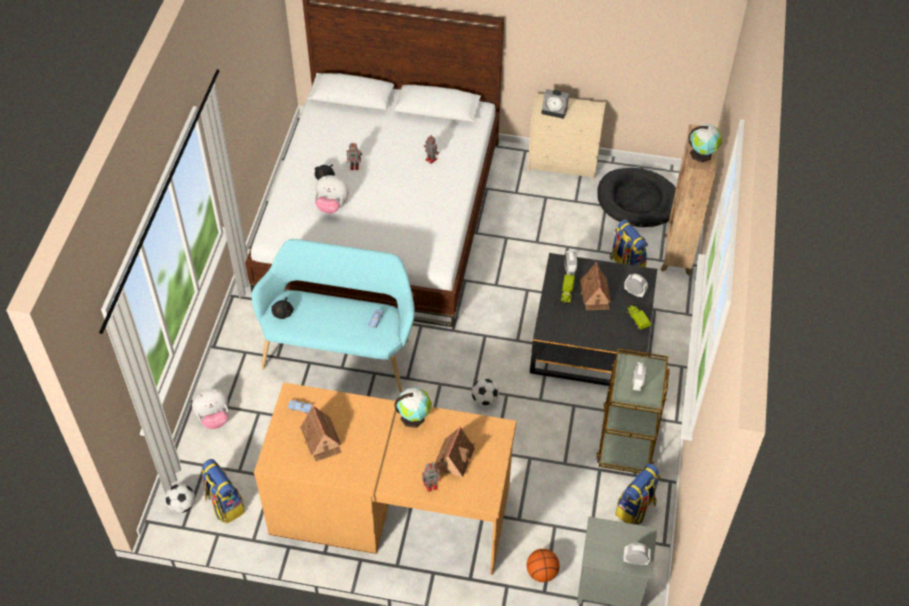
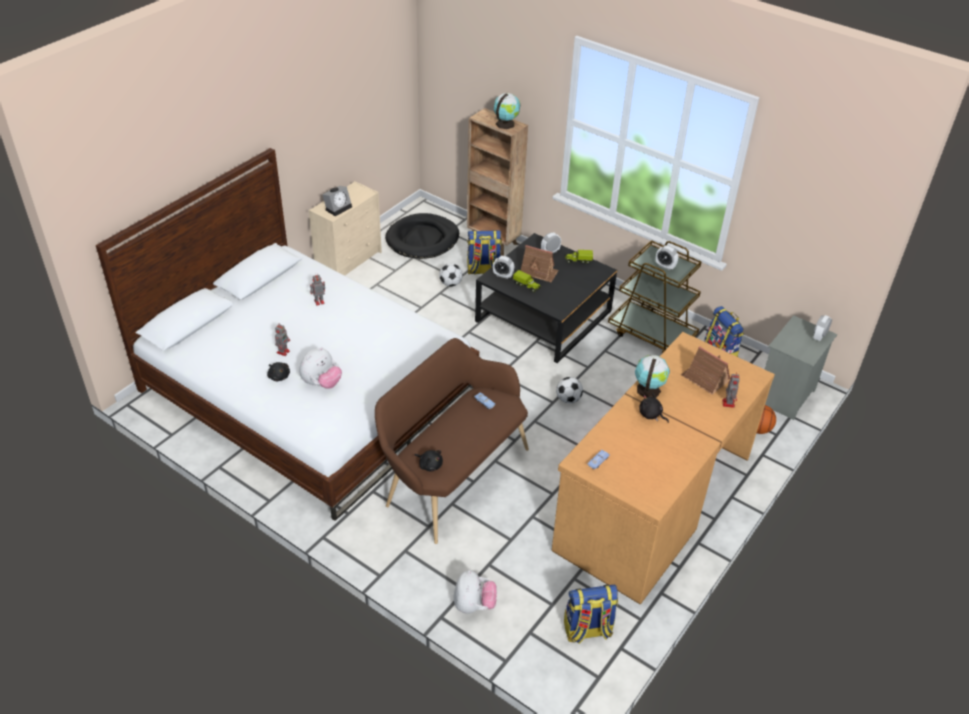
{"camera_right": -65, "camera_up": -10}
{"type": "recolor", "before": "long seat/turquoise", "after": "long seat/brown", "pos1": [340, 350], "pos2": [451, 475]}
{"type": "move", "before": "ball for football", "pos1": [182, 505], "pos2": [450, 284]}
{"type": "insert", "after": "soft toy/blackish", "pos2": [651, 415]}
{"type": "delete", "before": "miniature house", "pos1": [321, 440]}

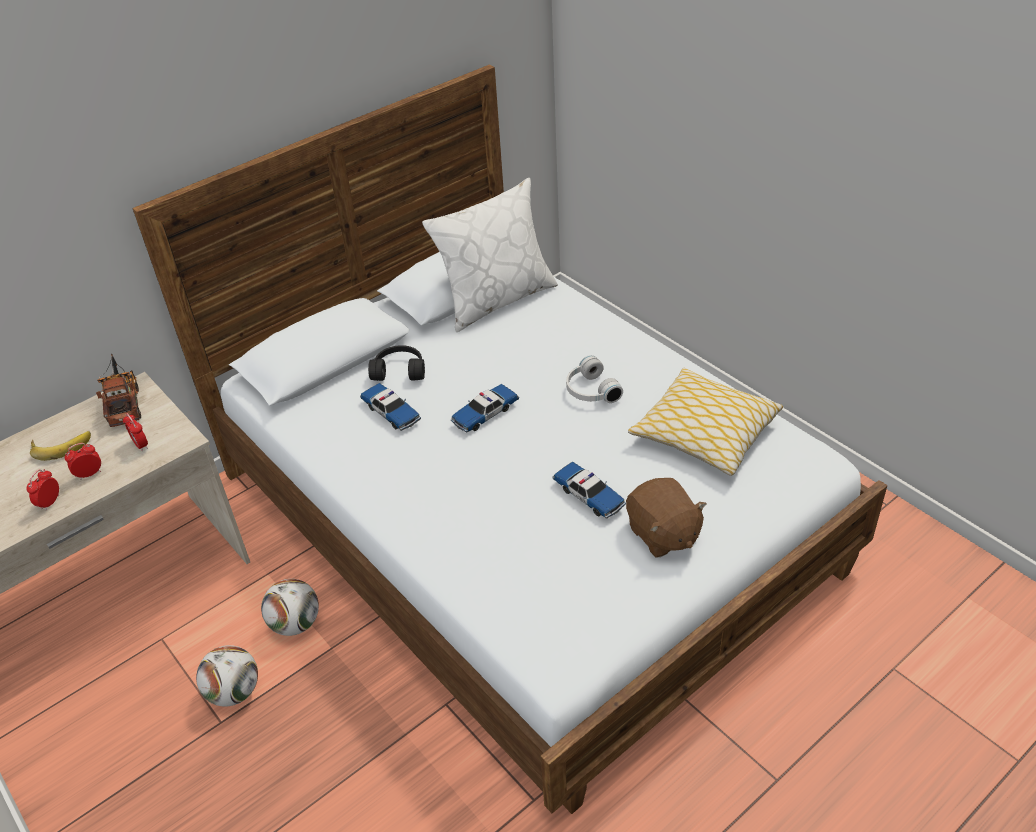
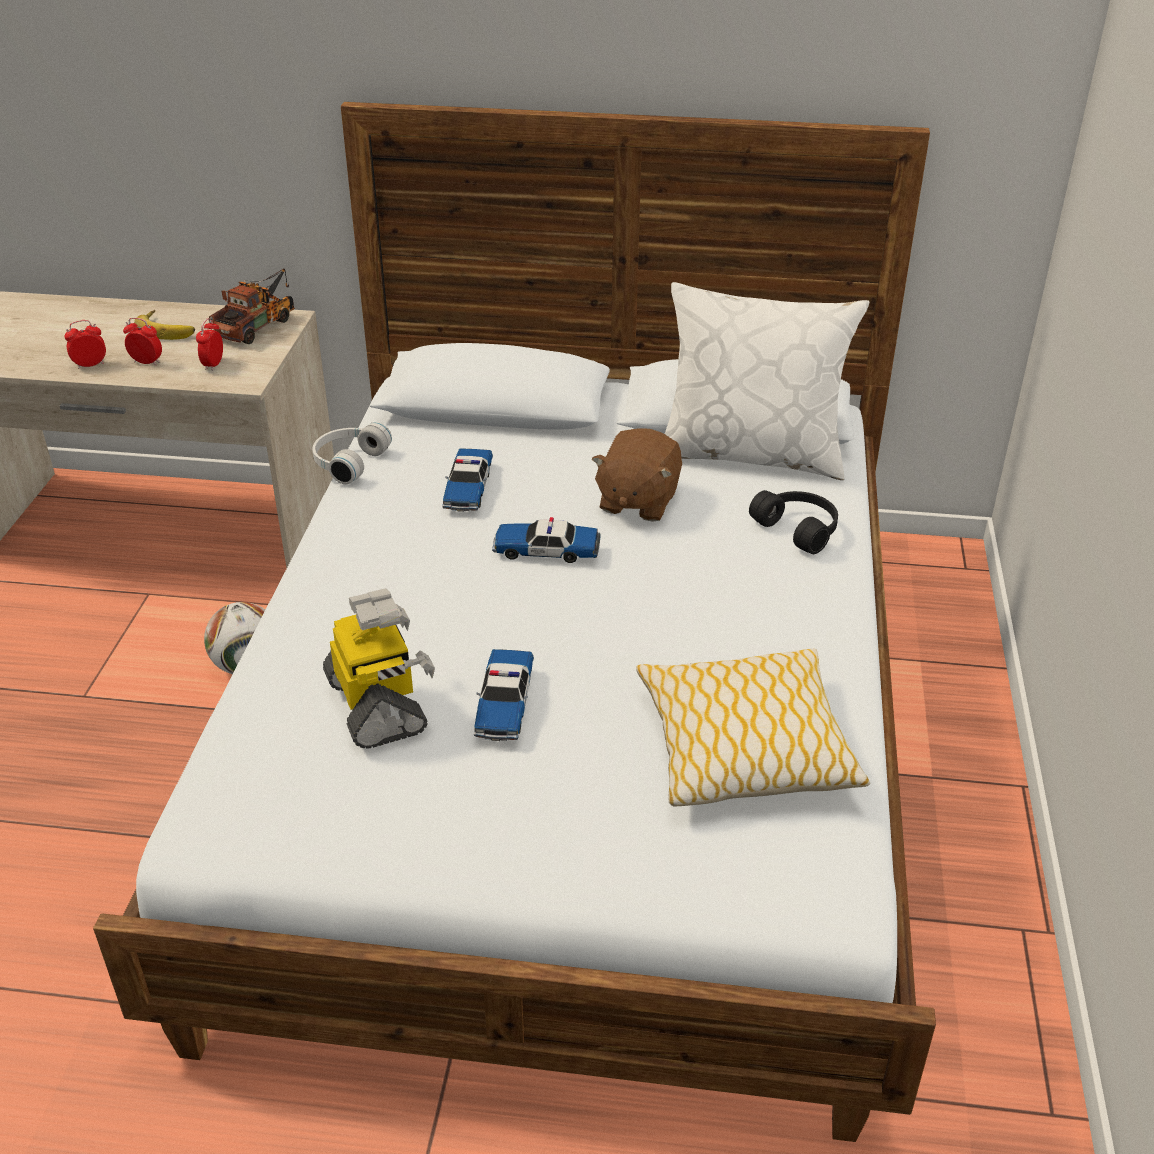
{"camera_right": 45, "camera_up": -5}
{"type": "move", "before": "headset/whitish", "pos1": [590, 391], "pos2": [347, 462]}
{"type": "insert", "after": "robot figure", "pos2": [378, 705]}
{"type": "move", "before": "soft toy/brown", "pos1": [662, 534], "pos2": [637, 501]}
{"type": "move", "before": "headset/blackish", "pos1": [399, 370], "pos2": [799, 529]}
{"type": "delete", "before": "ball for football", "pos1": [234, 691]}

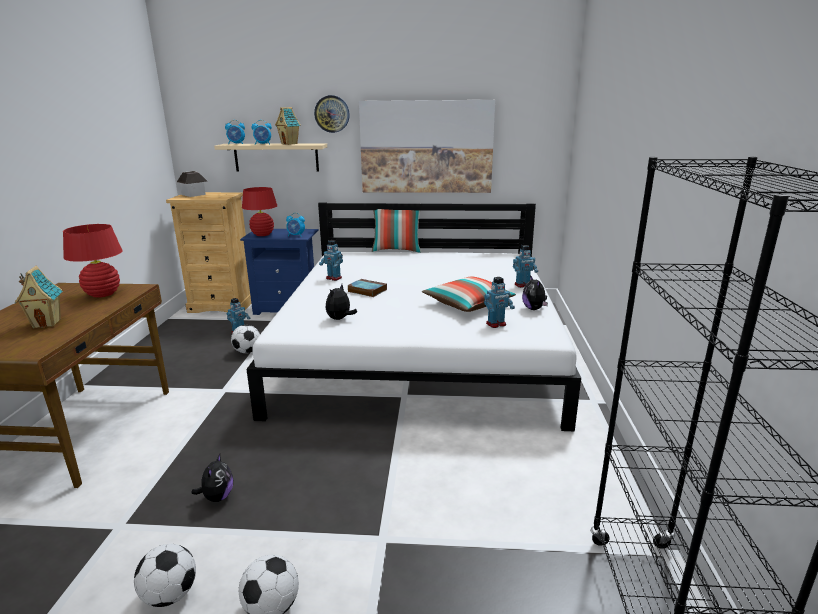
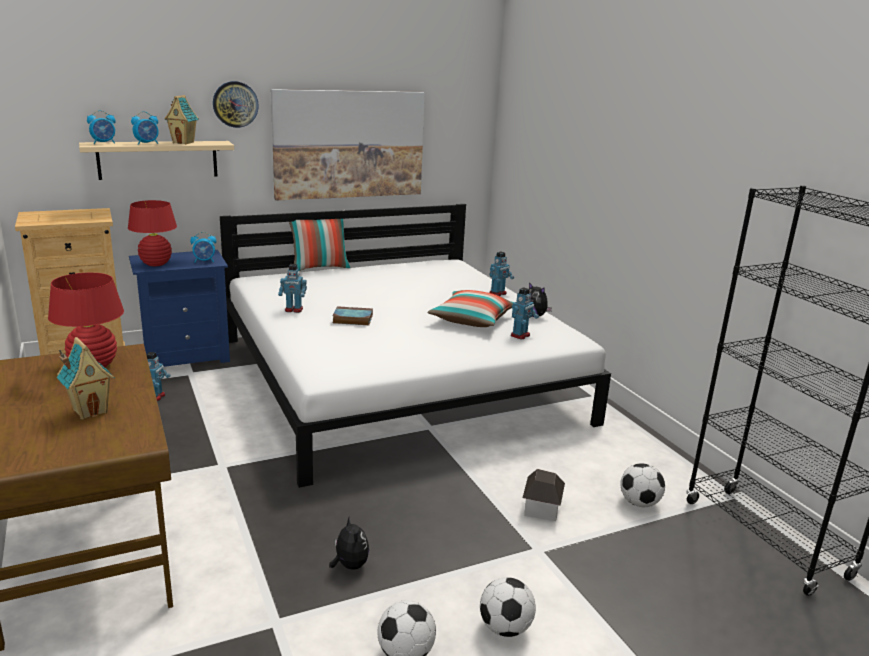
{"camera_right": -30, "camera_up": 0}
{"type": "move", "before": "miniature house", "pos1": [194, 194], "pos2": [541, 509]}
{"type": "move", "before": "ball for football", "pos1": [247, 351], "pos2": [639, 503]}
{"type": "delete", "before": "soft toy", "pos1": [340, 319]}

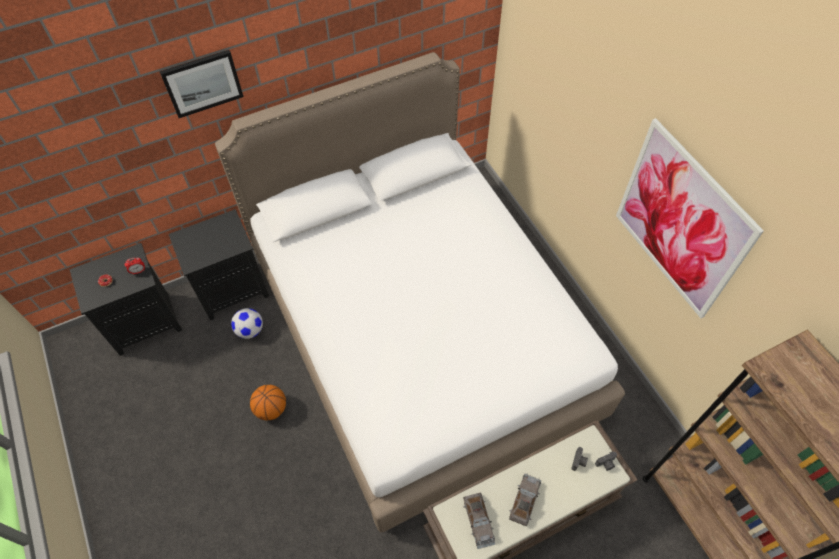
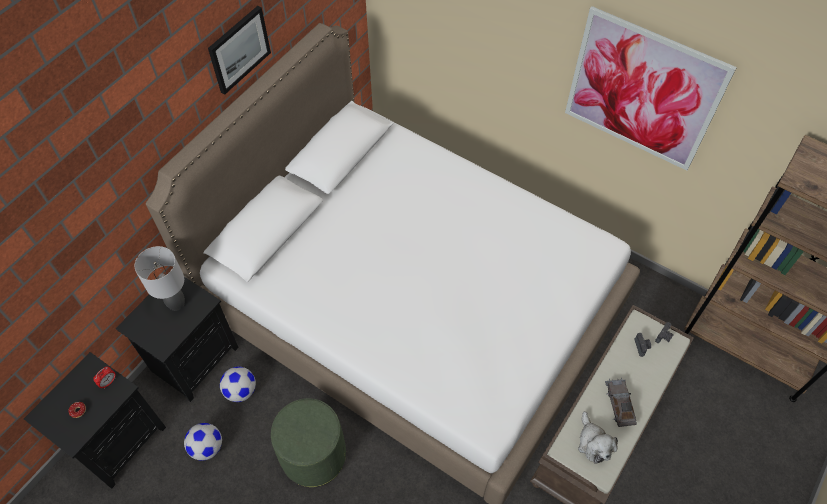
{"camera_right": -30, "camera_up": 0}
{"type": "insert", "after": "lamp for a table/grey", "pos2": [177, 304]}
{"type": "insert", "after": "ball for football", "pos2": [207, 447]}
{"type": "move", "before": "picture", "pos1": [202, 83], "pos2": [239, 49]}
{"type": "replace", "before": "basketball ball", "after": "pouffe/green-coloured", "pos1": [271, 409], "pos2": [314, 455]}
{"type": "replace", "before": "model car/grey", "after": "soft toy", "pos1": [478, 521], "pos2": [593, 443]}

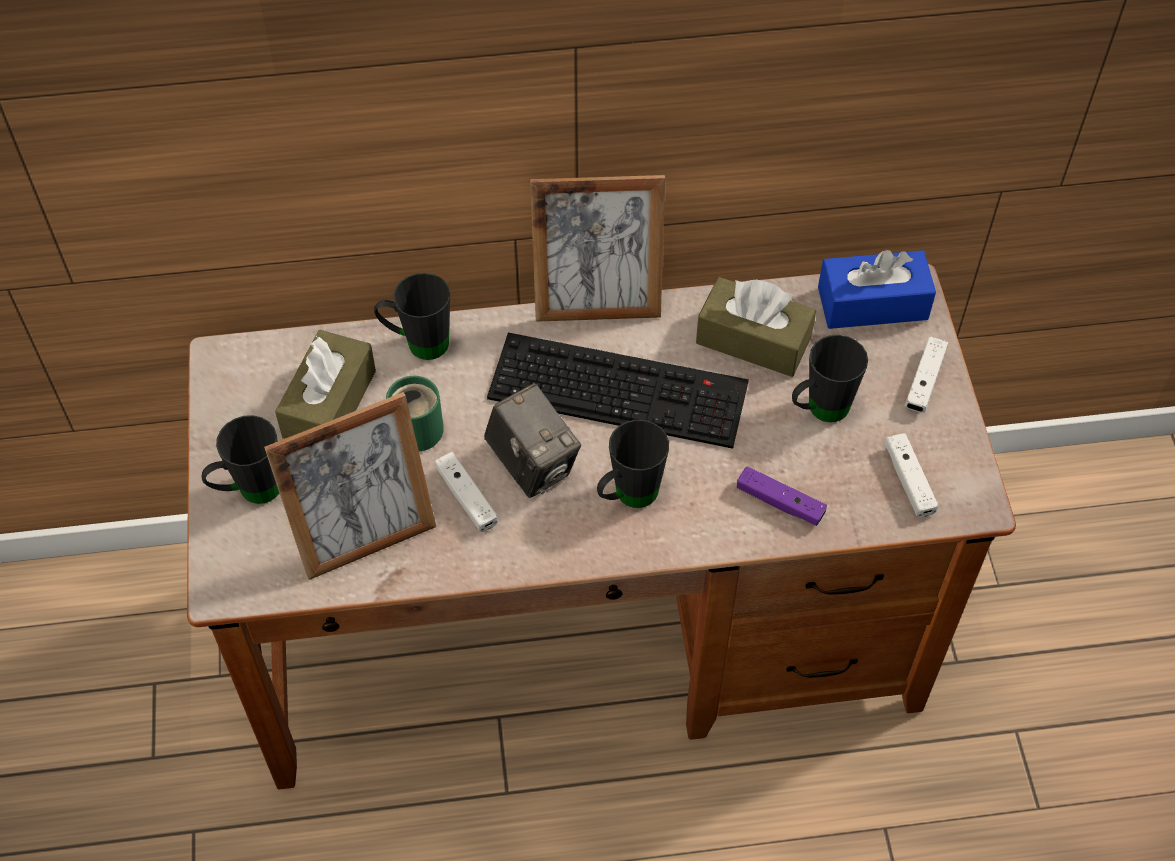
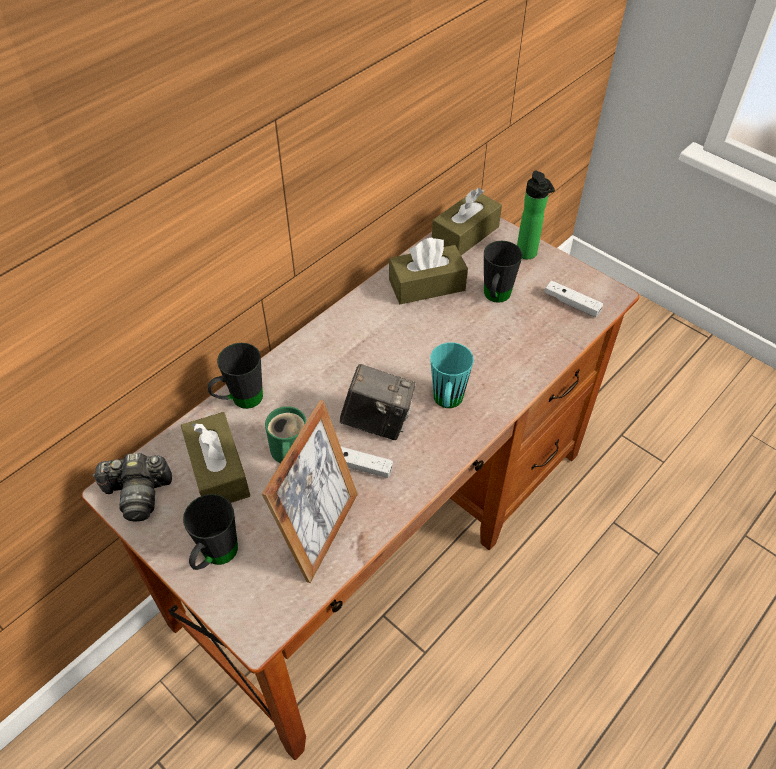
{"camera_right": -40, "camera_up": -5}
{"type": "insert", "after": "photo camera", "pos2": [138, 494]}
{"type": "recolor", "before": "tea mug/blackish", "after": "tea mug/turquoise", "pos1": [628, 497], "pos2": [447, 403]}
{"type": "recolor", "before": "box of tissues/blue-coloured", "after": "box of tissues/brown", "pos1": [872, 303], "pos2": [465, 234]}
{"type": "replace", "before": "joypad/whitish", "after": "bottle", "pos1": [924, 381], "pos2": [528, 255]}
{"type": "delete", "before": "computer keyboard", "pos1": [621, 389]}
{"type": "delete", "before": "photo frame", "pos1": [597, 304]}
{"type": "delete", "before": "joypad/purple-coloured", "pos1": [780, 502]}

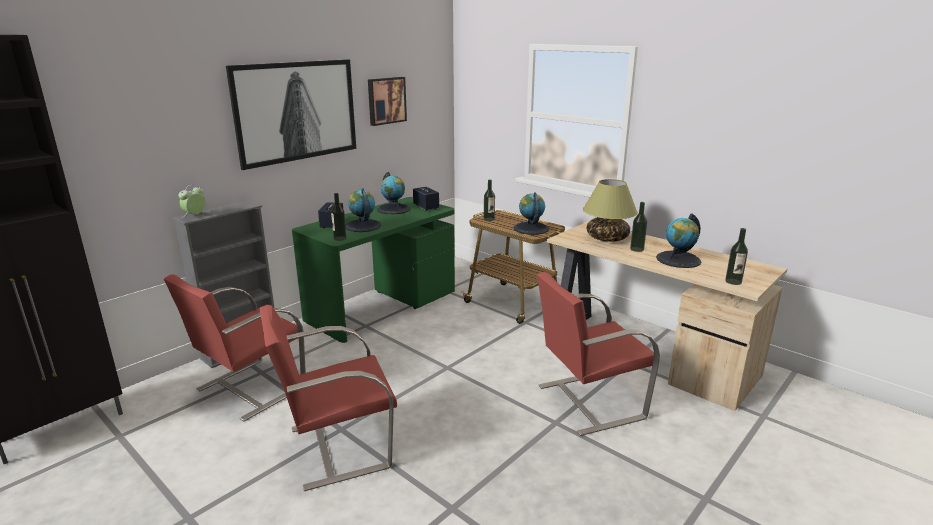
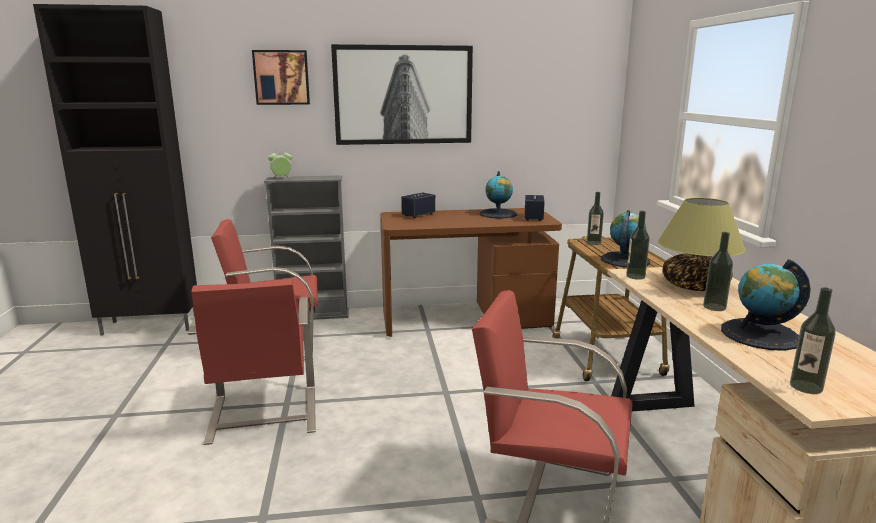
{"camera_right": 40, "camera_up": -5}
{"type": "rotate", "before": "upright chair/red-coloured", "pos1": [337, 447], "pos2": [262, 415], "turn": -120}
{"type": "move", "before": "picture", "pos1": [386, 100], "pos2": [281, 77]}
{"type": "recolor", "before": "desk/green-coloured", "after": "desk/brown", "pos1": [382, 306], "pos2": [466, 318]}
{"type": "move", "before": "bottle", "pos1": [340, 238], "pos2": [635, 276]}
{"type": "delete", "before": "globe", "pos1": [362, 226]}

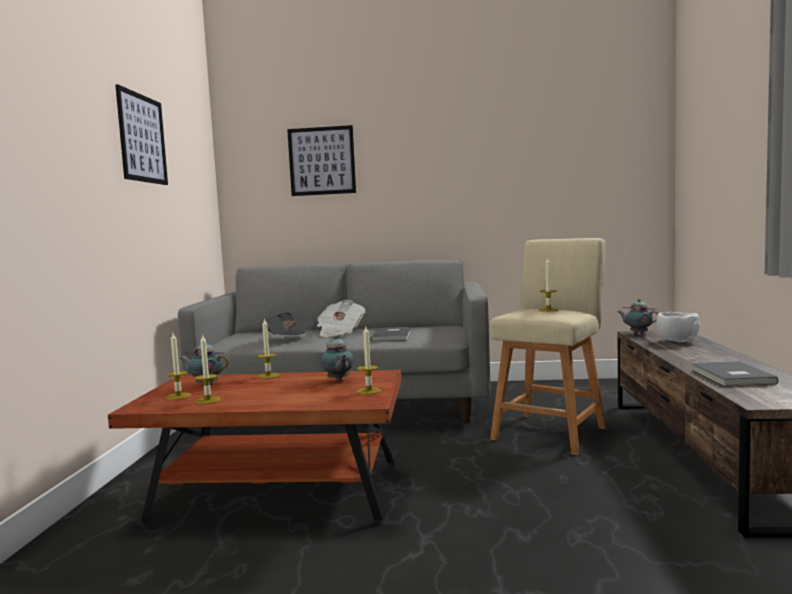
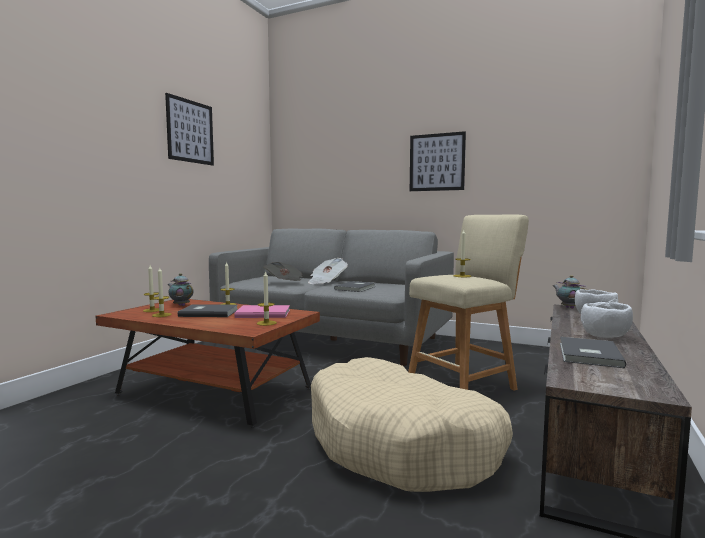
{"camera_right": 20, "camera_up": 0}
{"type": "insert", "after": "book/grey", "pos2": [208, 312]}
{"type": "replace", "before": "pot for tea", "after": "book/pinkish", "pos1": [338, 380], "pos2": [262, 313]}
{"type": "insert", "after": "dog cushion/sand-coloured", "pos2": [402, 444]}
{"type": "move", "before": "picture", "pos1": [322, 161], "pos2": [437, 162]}
{"type": "insert", "after": "deep dish/whitish", "pos2": [606, 337]}

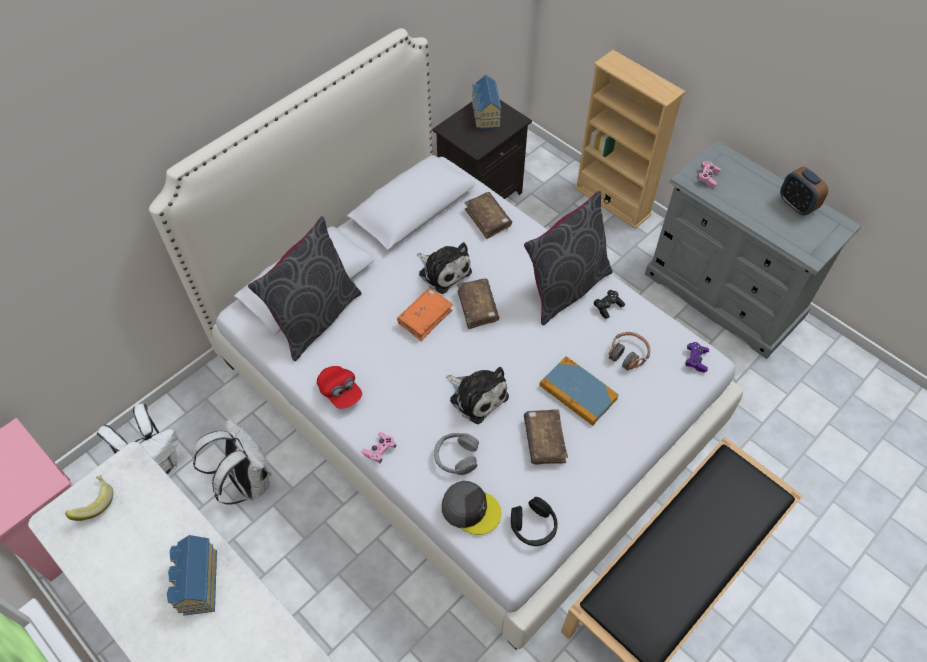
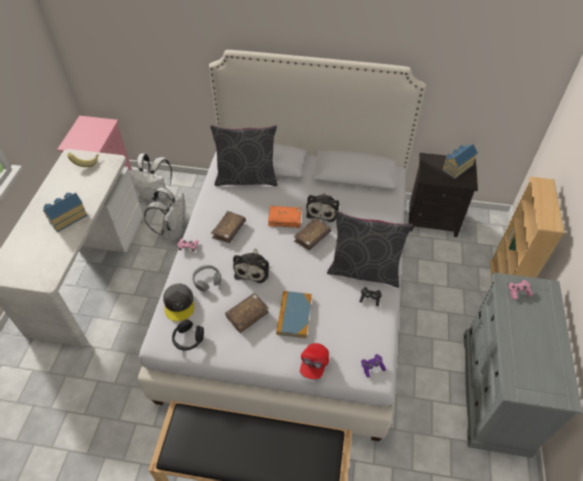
{"camera_right": 55, "camera_up": -5}
{"type": "move", "before": "book/brown", "pos1": [488, 219], "pos2": [229, 230]}
{"type": "move", "before": "peaked cap/red-coloured", "pos1": [340, 392], "pos2": [314, 364]}
{"type": "delete", "before": "headset", "pos1": [628, 354]}
{"type": "delete", "before": "alarm clock", "pos1": [796, 205]}

